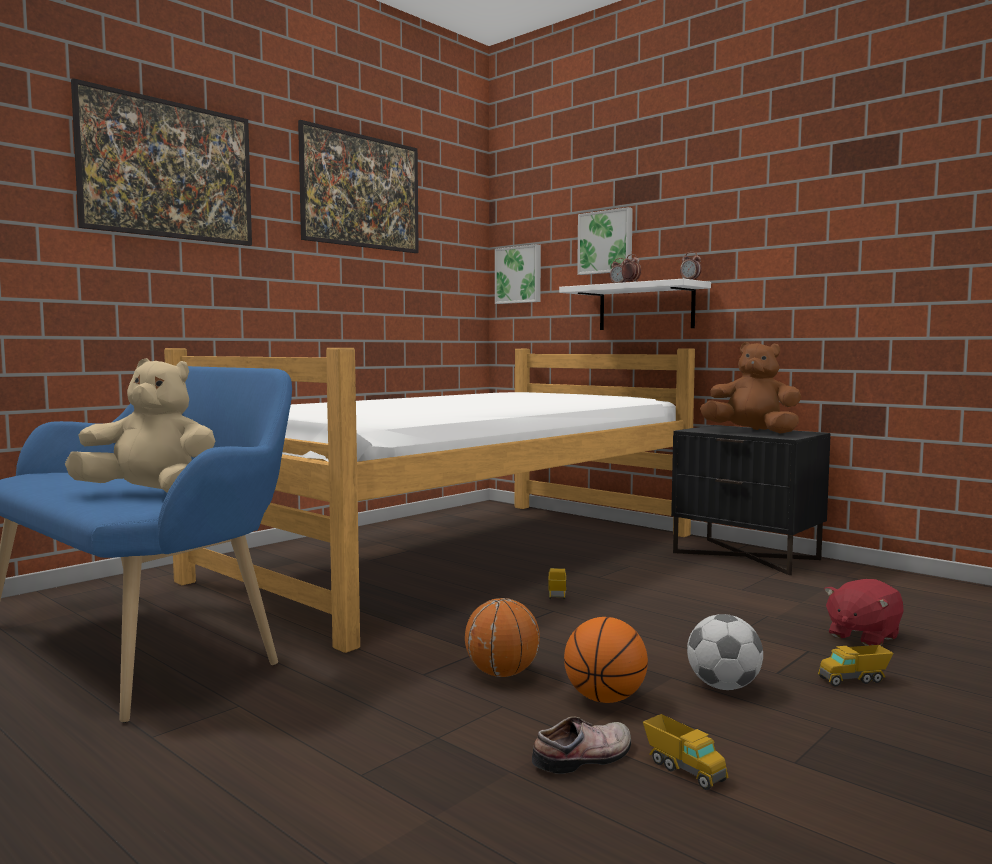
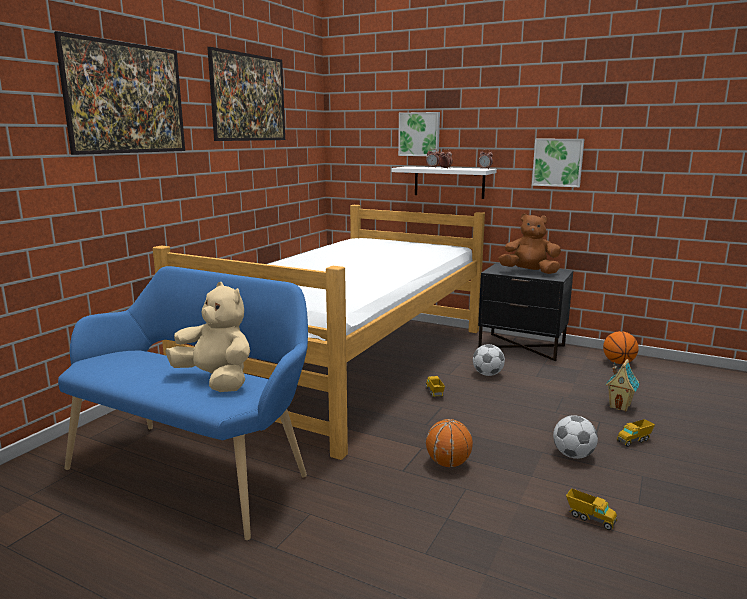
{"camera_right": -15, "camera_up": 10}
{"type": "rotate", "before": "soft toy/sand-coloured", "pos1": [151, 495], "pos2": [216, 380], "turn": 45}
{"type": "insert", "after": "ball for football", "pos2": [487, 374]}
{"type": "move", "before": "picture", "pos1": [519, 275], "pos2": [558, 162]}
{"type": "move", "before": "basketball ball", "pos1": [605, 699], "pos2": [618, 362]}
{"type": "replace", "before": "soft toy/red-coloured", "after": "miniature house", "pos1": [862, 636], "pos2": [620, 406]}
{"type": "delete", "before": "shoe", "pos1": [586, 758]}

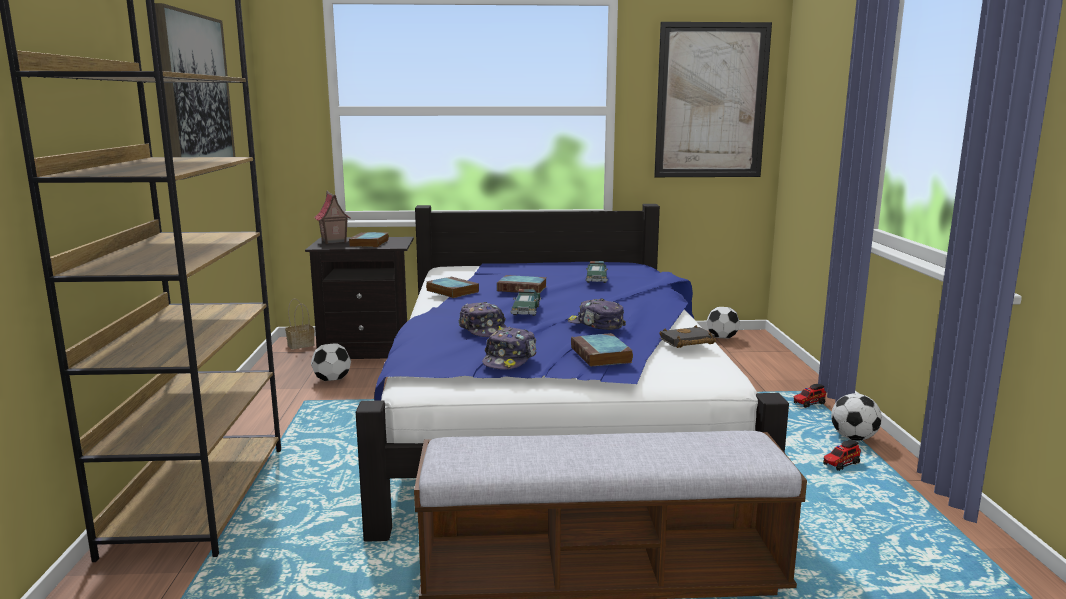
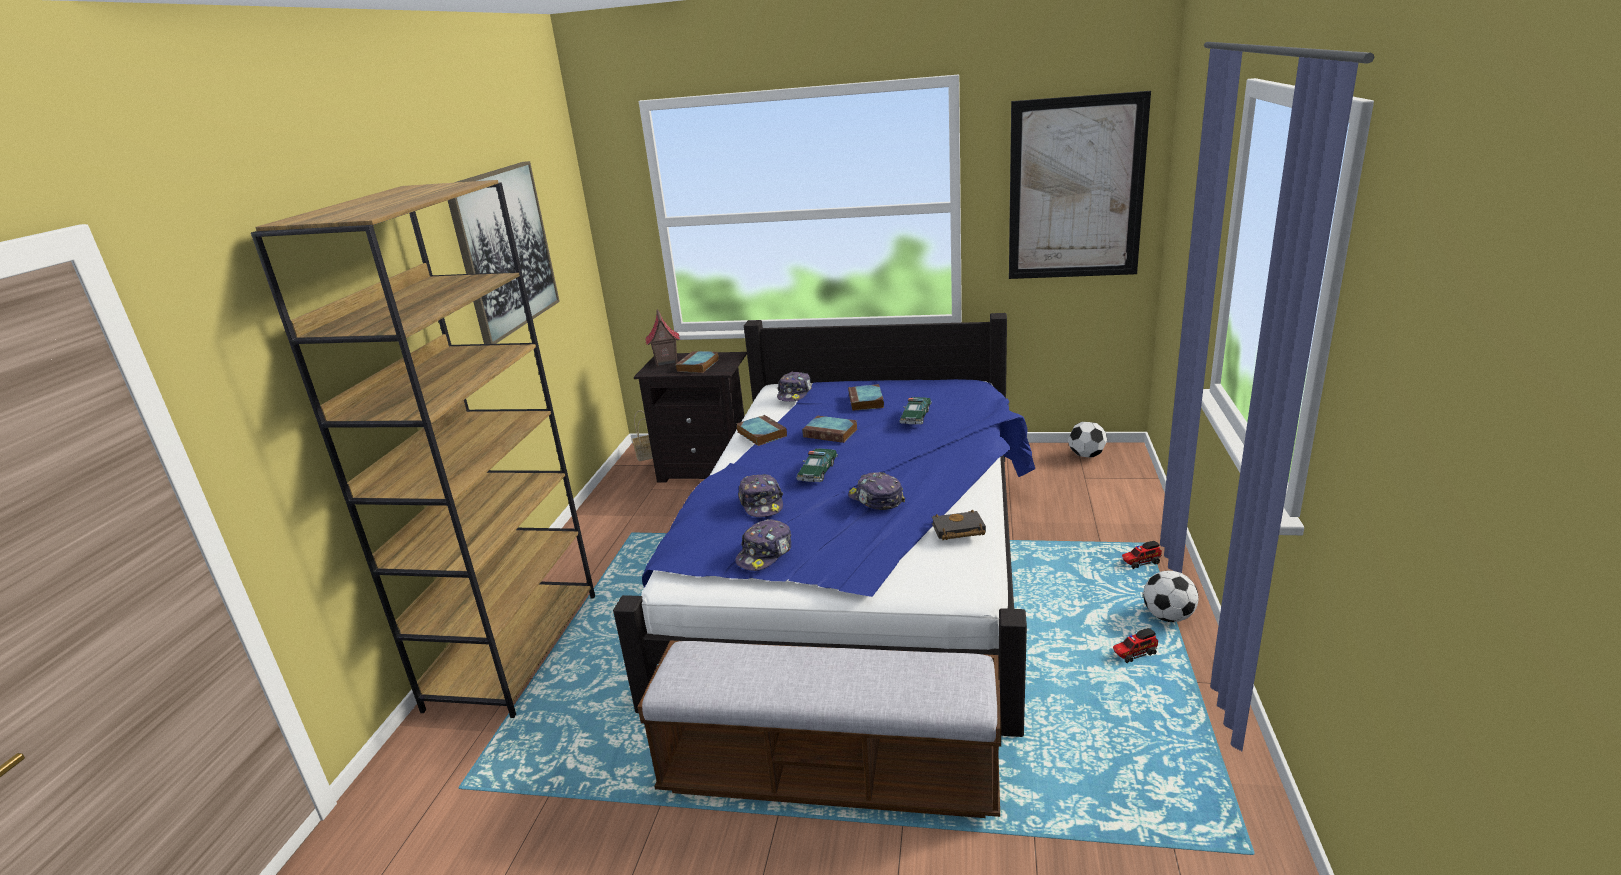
{"camera_right": 15, "camera_up": 10}
{"type": "insert", "after": "peaked cap", "pos2": [795, 393]}
{"type": "move", "before": "book", "pos1": [602, 355], "pos2": [866, 401]}
{"type": "delete", "before": "ball for football", "pos1": [332, 380]}

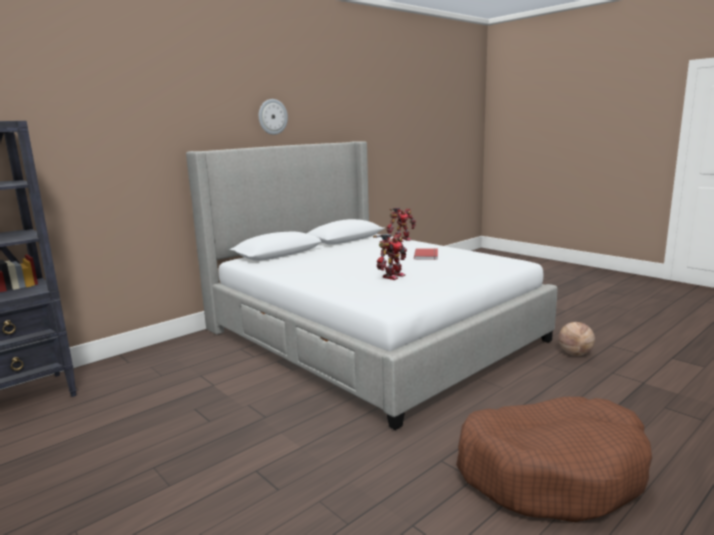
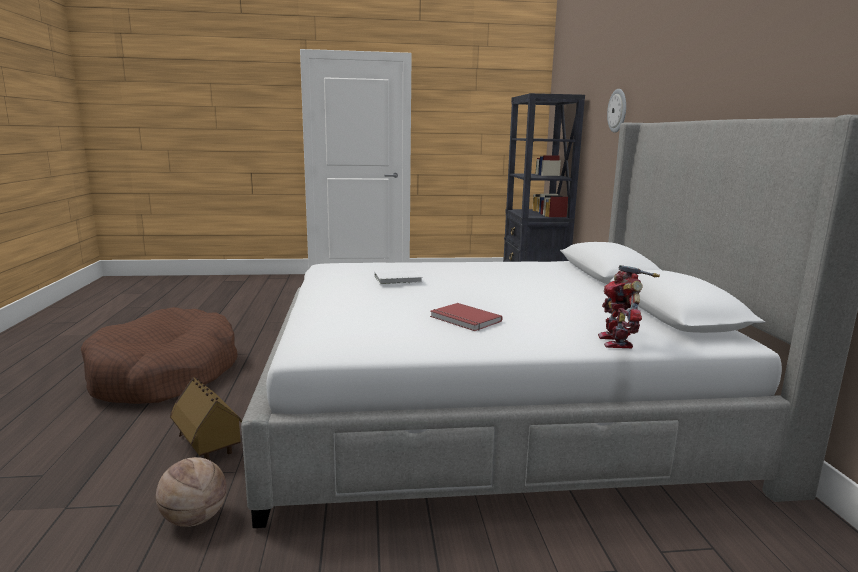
{"camera_right": 125, "camera_up": 0}
{"type": "insert", "after": "miniature house", "pos2": [209, 447]}
{"type": "replace", "before": "robot figure", "after": "book/whitish", "pos1": [392, 276], "pos2": [399, 279]}
{"type": "move", "before": "clock on the wall", "pos1": [272, 117], "pos2": [618, 110]}

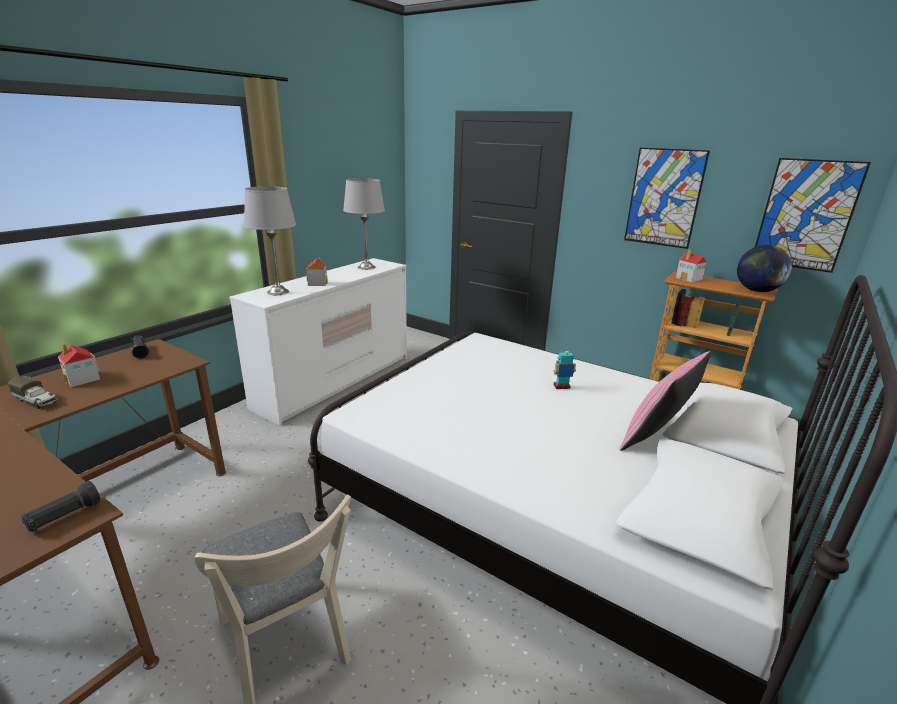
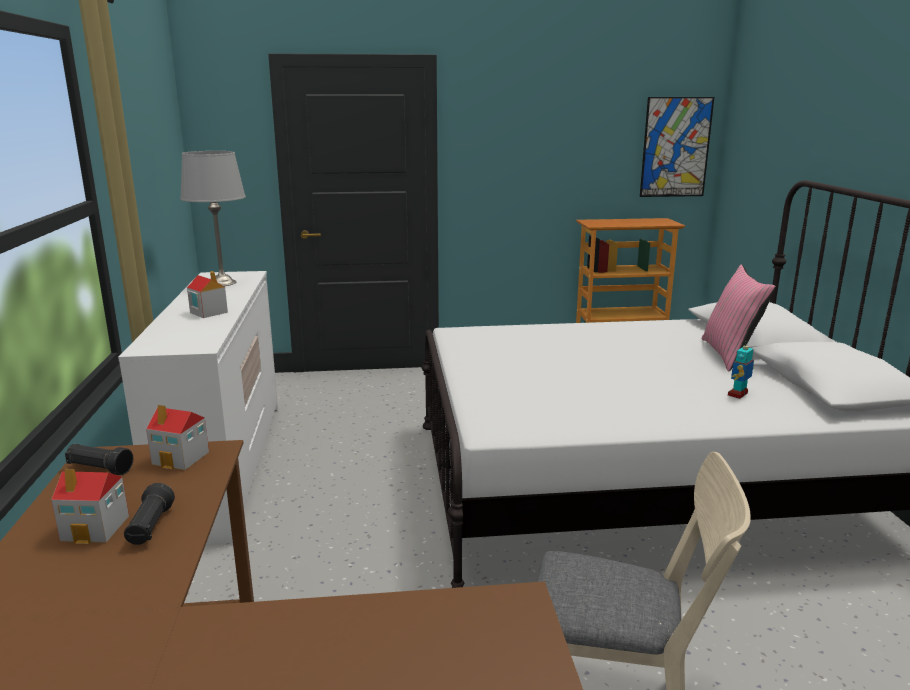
{"camera_right": -40, "camera_up": -5}
{"type": "move", "before": "flashlight/blackish", "pos1": [64, 516], "pos2": [150, 527]}
{"type": "move", "before": "miniature house", "pos1": [689, 279], "pos2": [181, 458]}
{"type": "move", "before": "robot figure", "pos1": [561, 387], "pos2": [738, 394]}
{"type": "delete", "before": "toy lorry", "pos1": [37, 401]}
{"type": "delete", "before": "lamp for a table/grey", "pos1": [278, 292]}
{"type": "delete", "before": "picture", "pos1": [664, 198]}
{"type": "delete", "before": "globe", "pos1": [757, 291]}

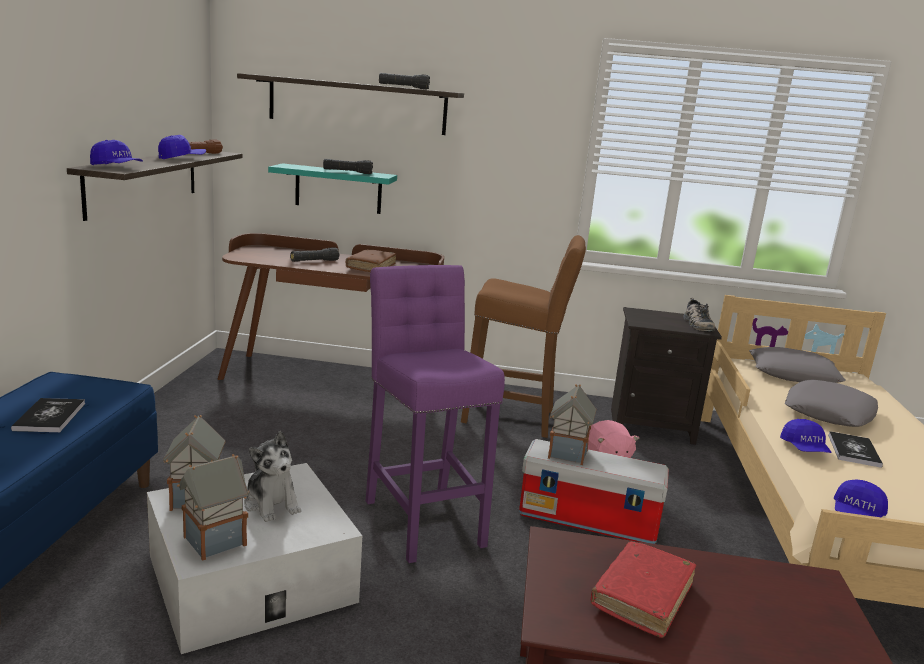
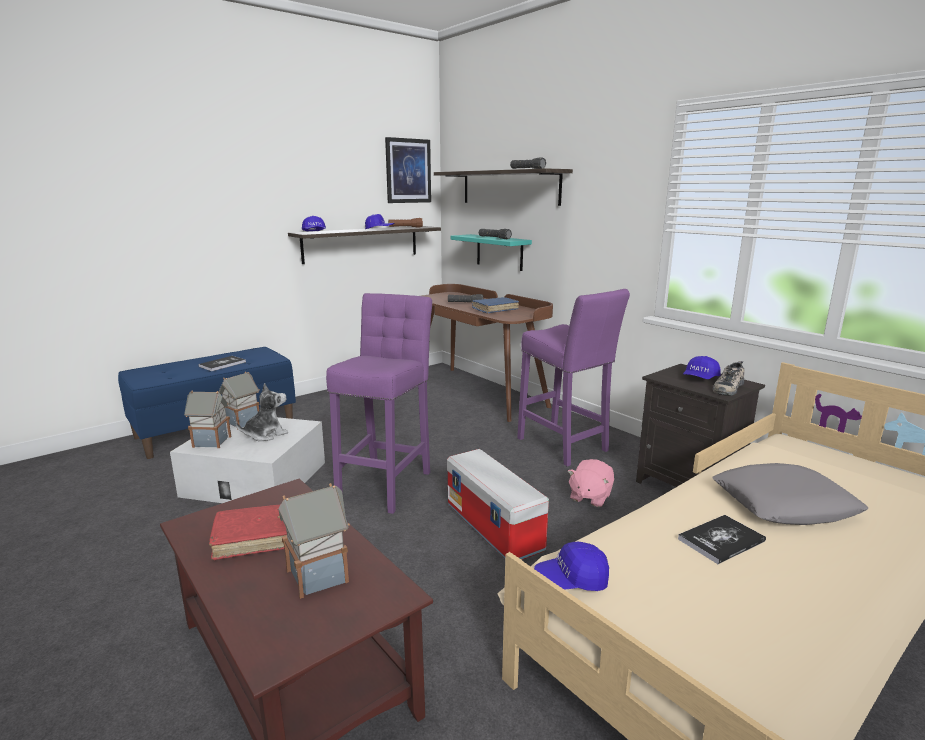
{"camera_right": 45, "camera_up": 0}
{"type": "rotate", "before": "soft toy", "pos1": [272, 504], "pos2": [266, 434], "turn": -135}
{"type": "move", "before": "miniature house", "pos1": [567, 453], "pos2": [319, 575]}
{"type": "insert", "after": "picture", "pos2": [408, 171]}
{"type": "recolor", "before": "book/brown", "after": "book/blue-coloured", "pos1": [371, 267], "pos2": [495, 309]}
{"type": "recolor", "before": "stool/brown", "after": "stool/purple-coloured", "pos1": [514, 418], "pos2": [564, 447]}
{"type": "move", "before": "peaked cap/blue-coloured", "pos1": [804, 449], "pos2": [700, 378]}
{"type": "delete", "before": "pillow/grey", "pos1": [793, 374]}

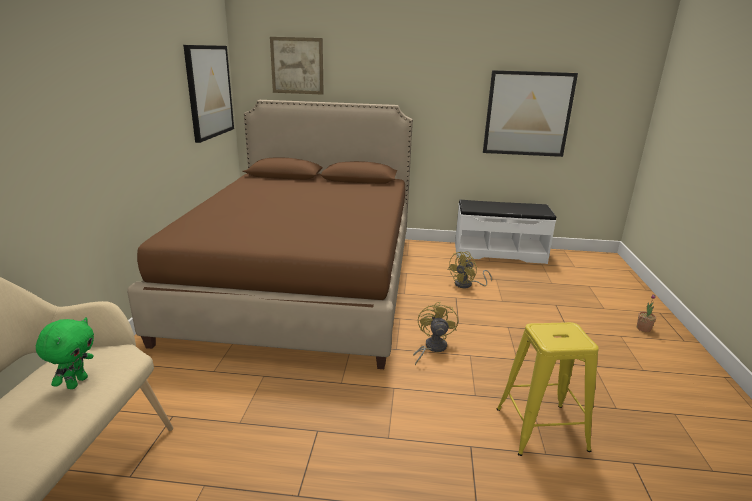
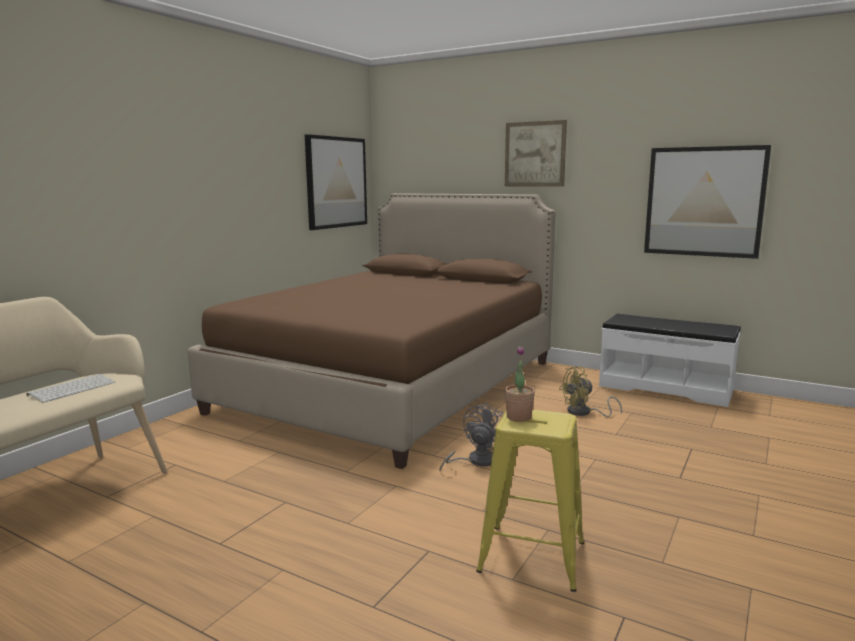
{"camera_right": 25, "camera_up": -10}
{"type": "replace", "before": "soft toy/green-coloured", "after": "computer keyboard", "pos1": [76, 382], "pos2": [73, 388]}
{"type": "recolor", "before": "cooling fan/yellow", "after": "cooling fan/grey", "pos1": [432, 348], "pos2": [476, 461]}
{"type": "move", "before": "picture", "pos1": [297, 66], "pos2": [535, 154]}
{"type": "move", "before": "potted plant", "pos1": [643, 329], "pos2": [519, 417]}

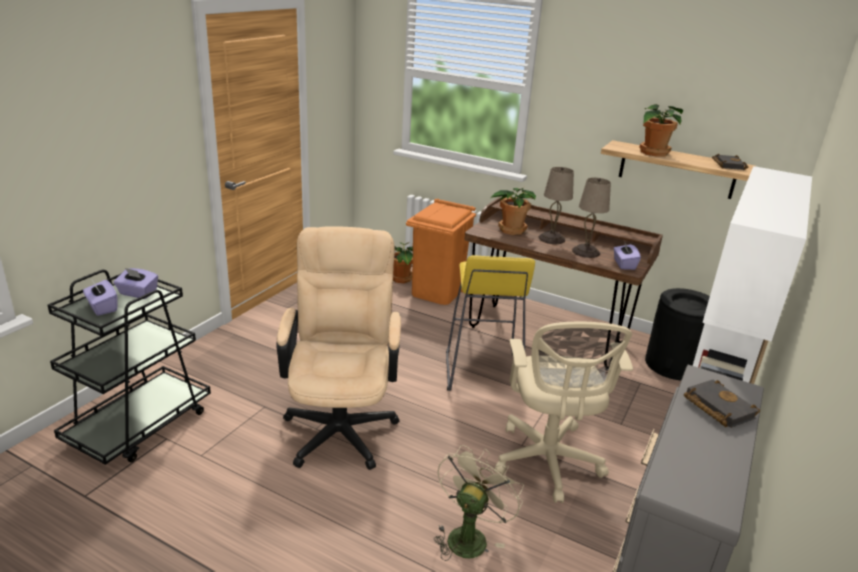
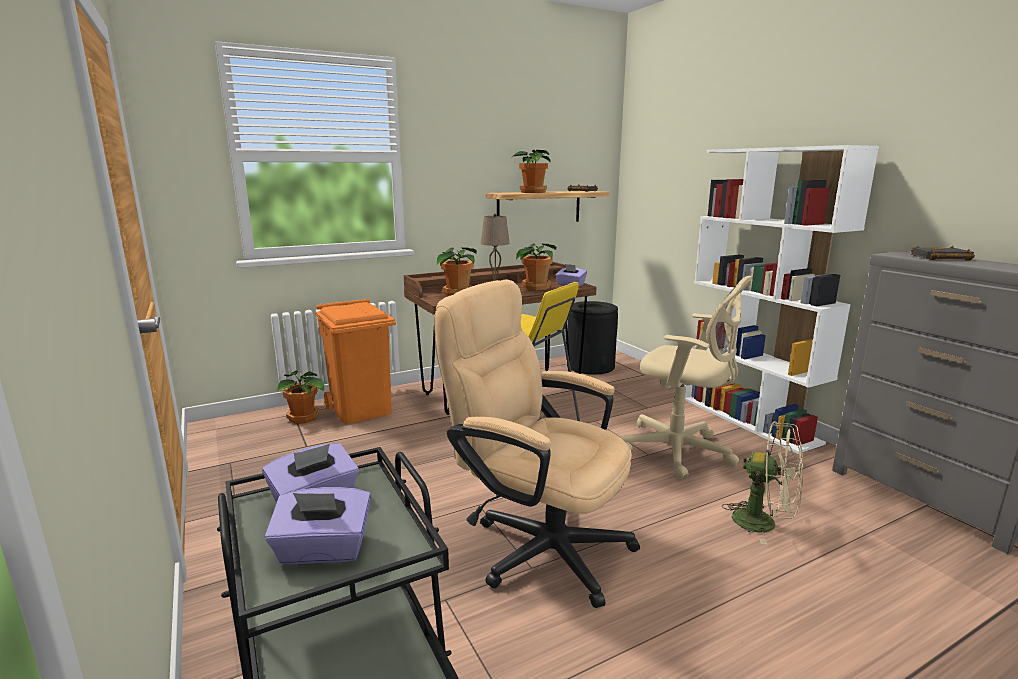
{"camera_right": -55, "camera_up": -10}
{"type": "replace", "before": "lamp for a table/sand-coloured", "after": "potted plant", "pos1": [586, 252], "pos2": [535, 287]}
{"type": "rotate", "before": "cooling fan/sand-coloured", "pos1": [469, 535], "pos2": [764, 523], "turn": 150}

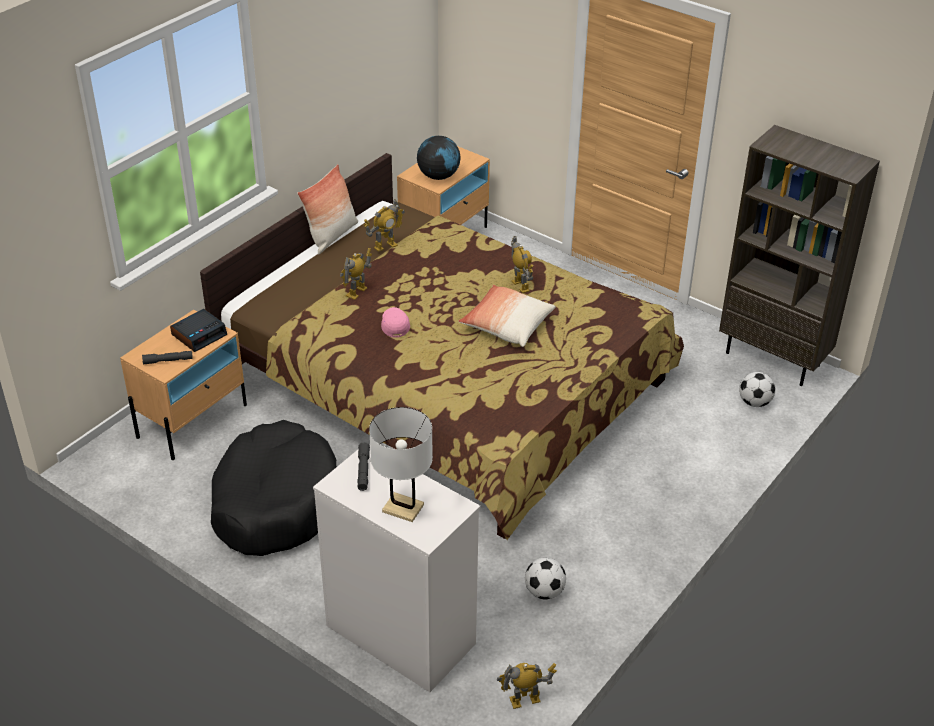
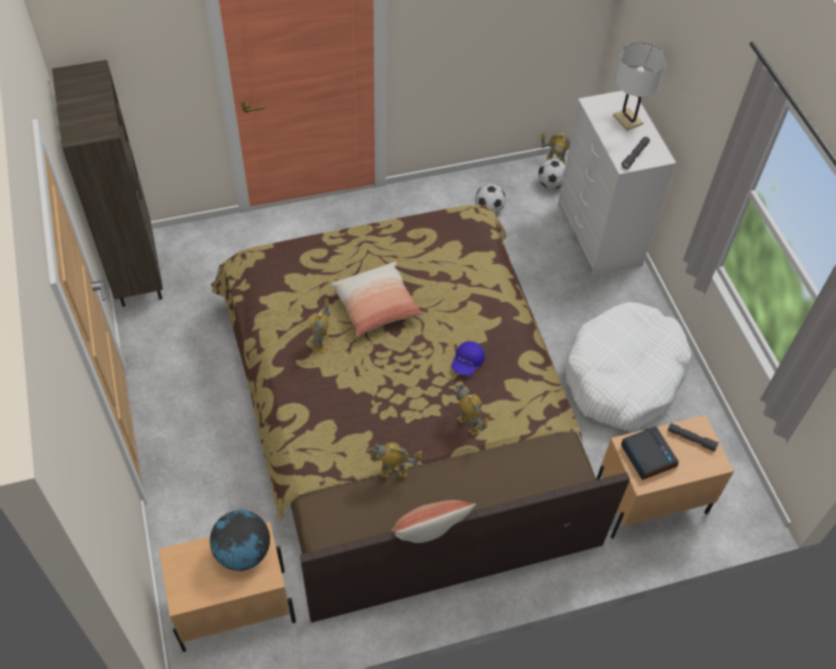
{"camera_right": -145, "camera_up": 15}
{"type": "recolor", "before": "peaked cap/pinkish", "after": "peaked cap/blue-coloured", "pos1": [395, 326], "pos2": [467, 363]}
{"type": "rotate", "before": "robot figure", "pos1": [357, 292], "pos2": [468, 424], "turn": -105}
{"type": "move", "before": "ball for football", "pos1": [754, 402], "pos2": [551, 184]}
{"type": "recolor", "before": "dog cushion/blackish", "after": "dog cushion/whitish", "pos1": [275, 502], "pos2": [623, 376]}
{"type": "rotate", "before": "alarm clock", "pos1": [199, 334], "pos2": [647, 456], "turn": 75}

